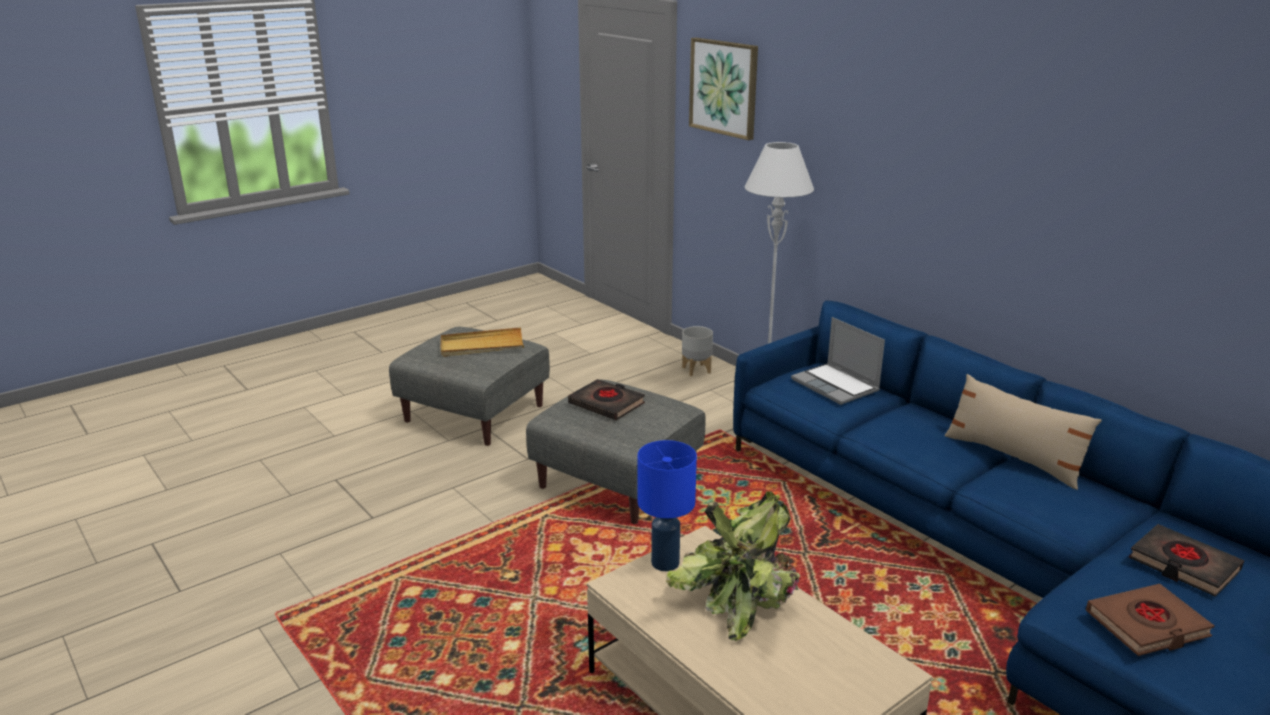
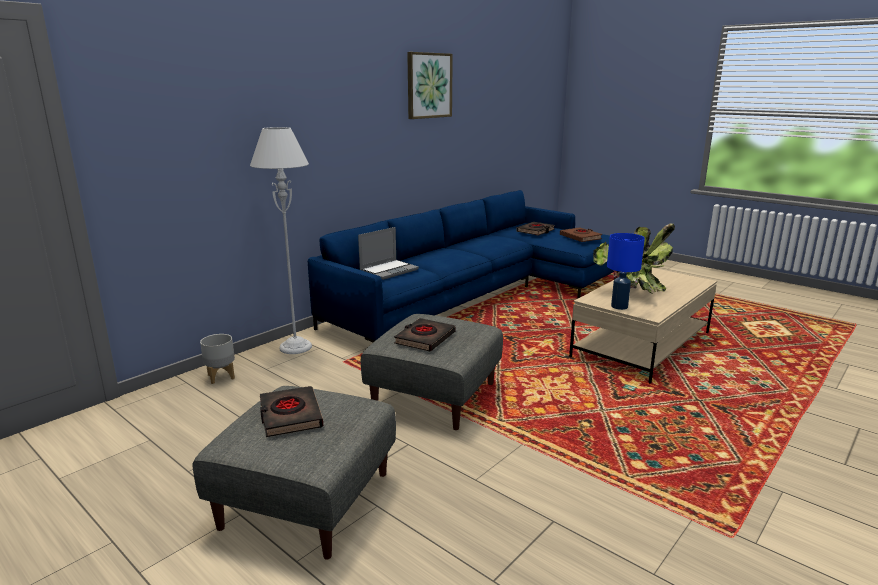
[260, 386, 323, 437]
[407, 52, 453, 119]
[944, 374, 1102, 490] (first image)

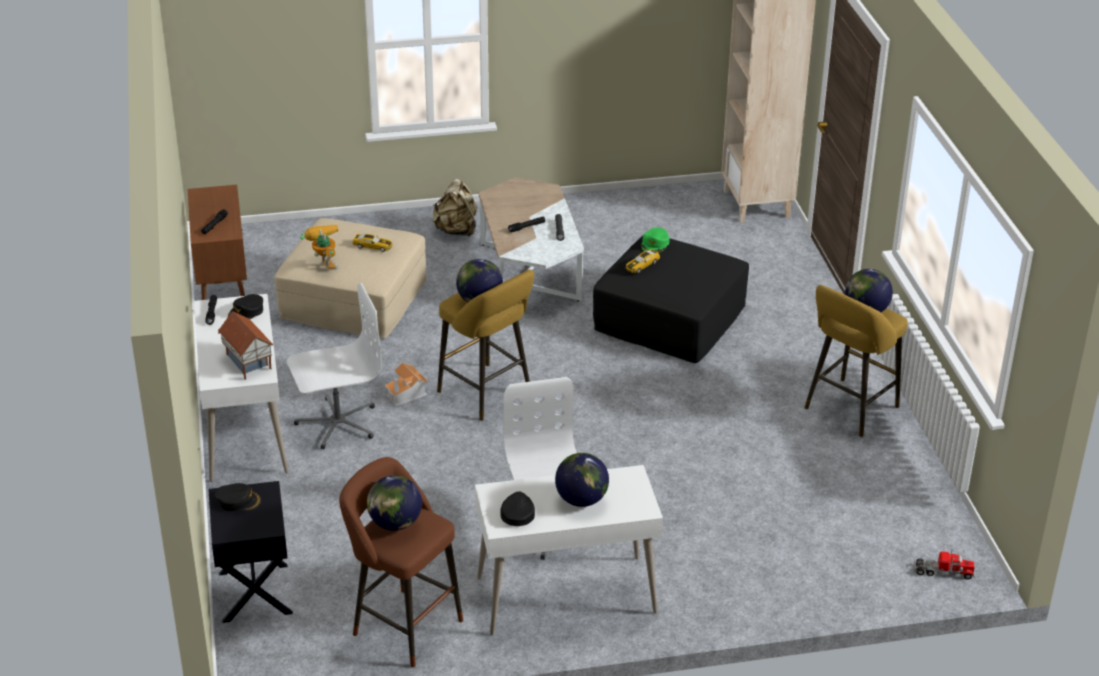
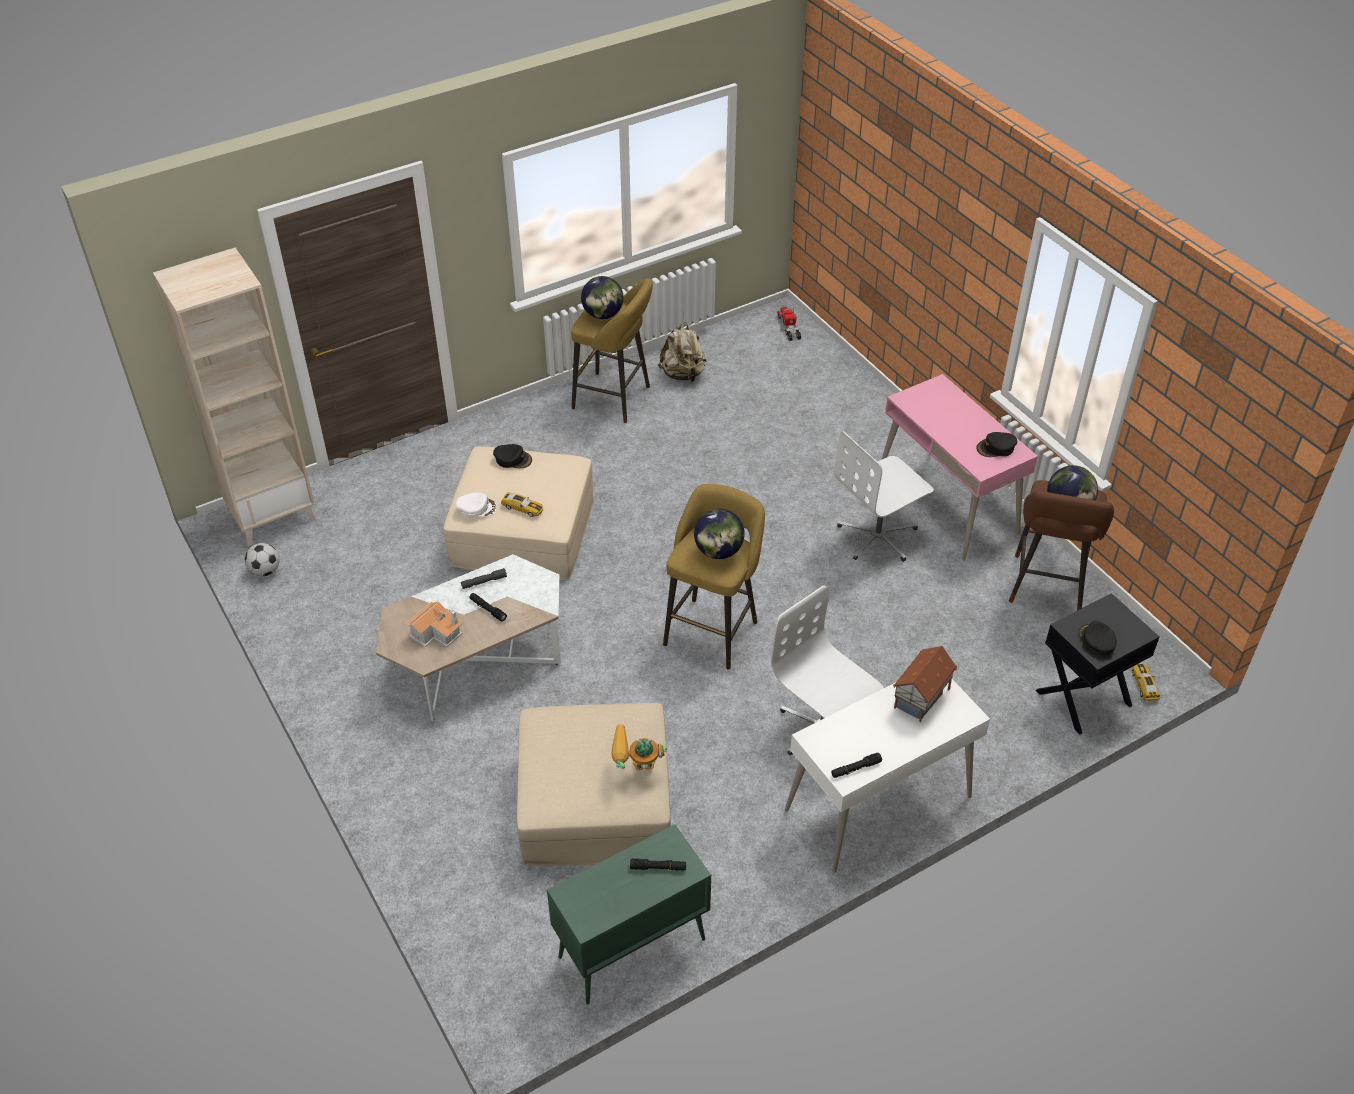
[245, 543, 279, 576]
[405, 601, 463, 647]
[443, 446, 594, 580]
[456, 492, 497, 518]
[493, 444, 532, 468]
[547, 824, 711, 1004]
[611, 724, 667, 770]
[658, 322, 707, 382]
[881, 374, 1038, 561]
[1132, 664, 1160, 701]
[555, 453, 609, 507] (first image)

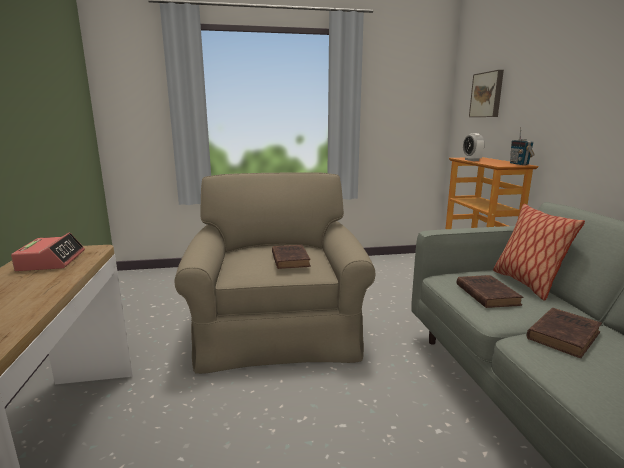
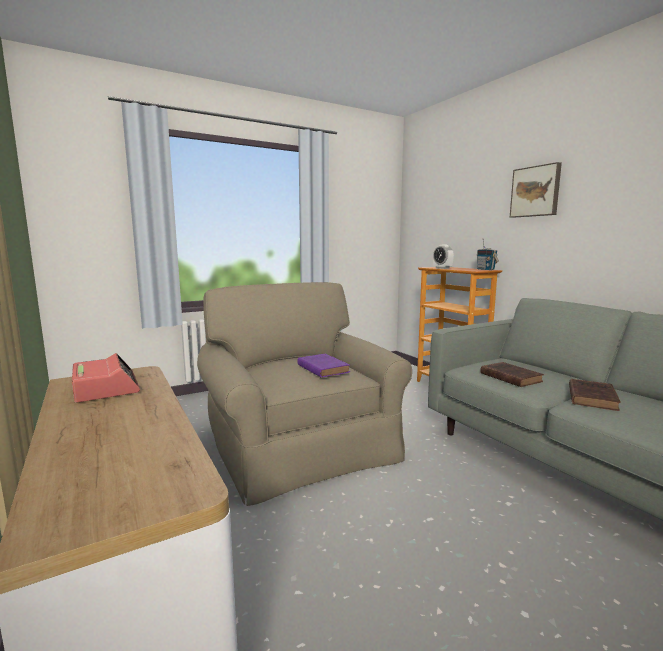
[297, 354, 350, 378]
[510, 162, 562, 218]
[493, 204, 585, 301] (first image)

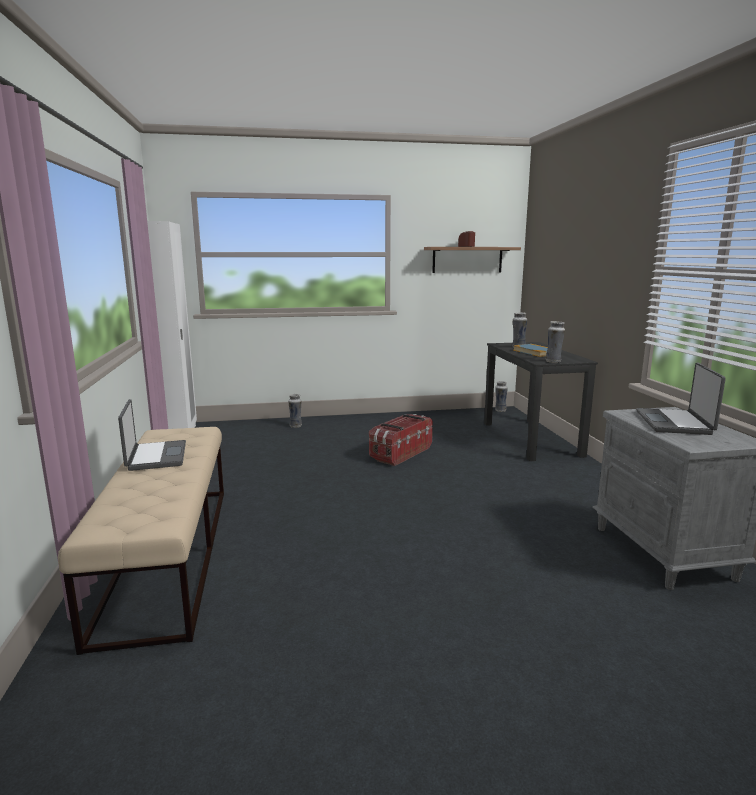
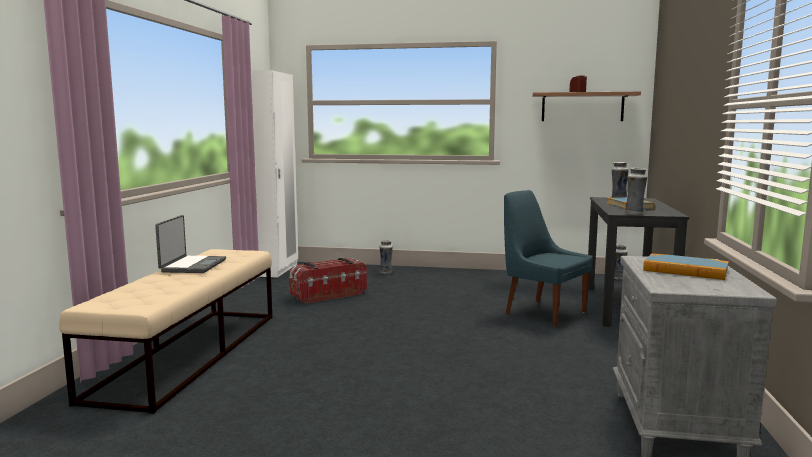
[289, 258, 367, 304]
[504, 190, 593, 327]
[643, 253, 729, 280]

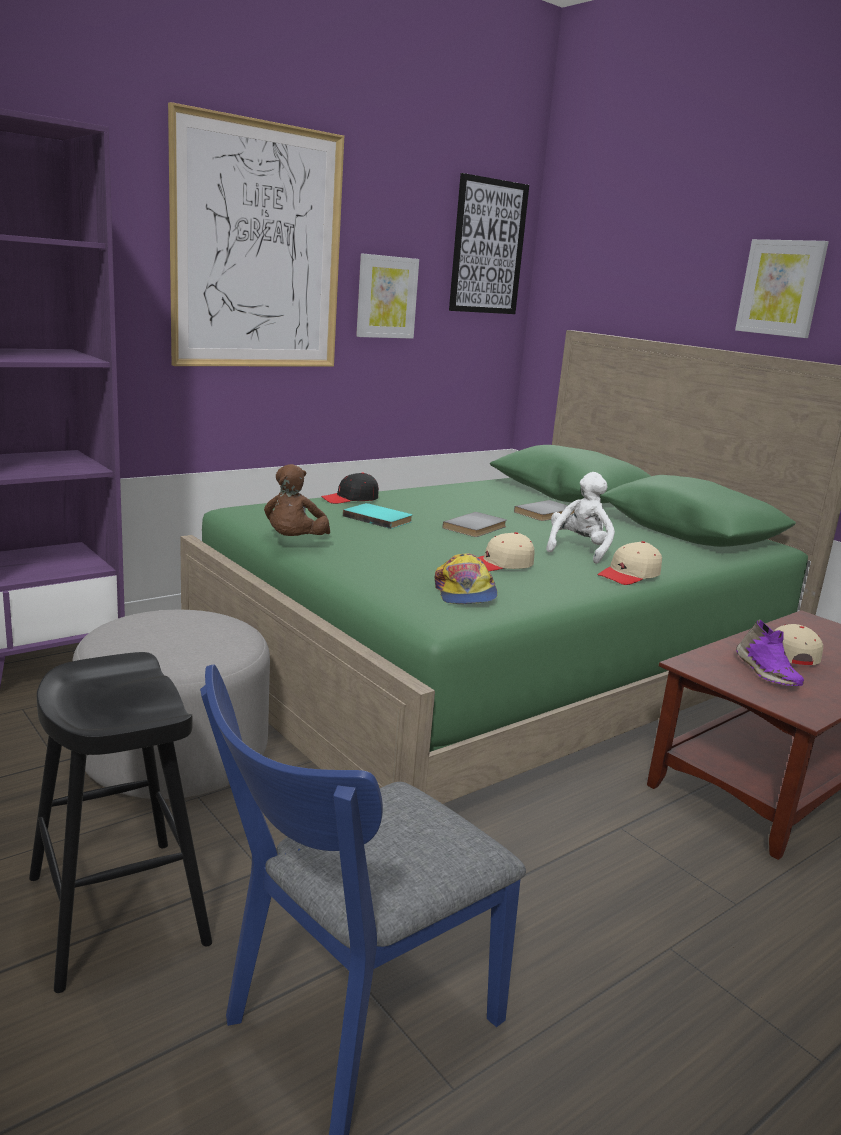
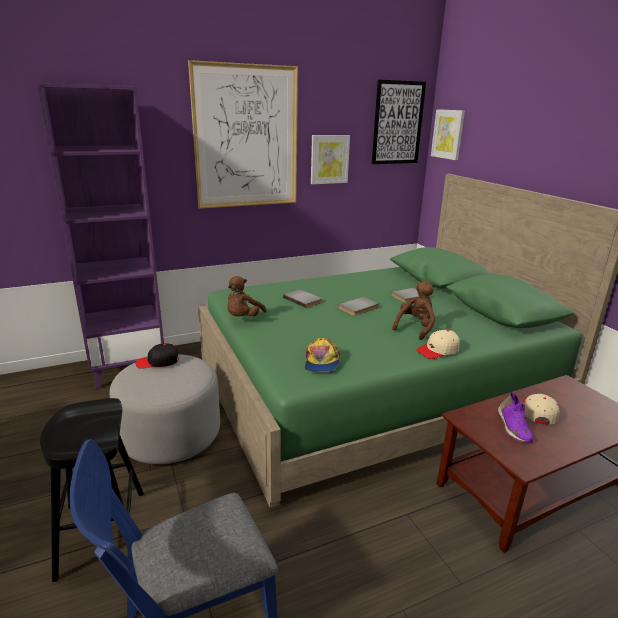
[135, 343, 179, 369]
[283, 289, 322, 308]
[392, 280, 435, 340]
[431, 109, 465, 160]
[478, 532, 535, 571] (first image)

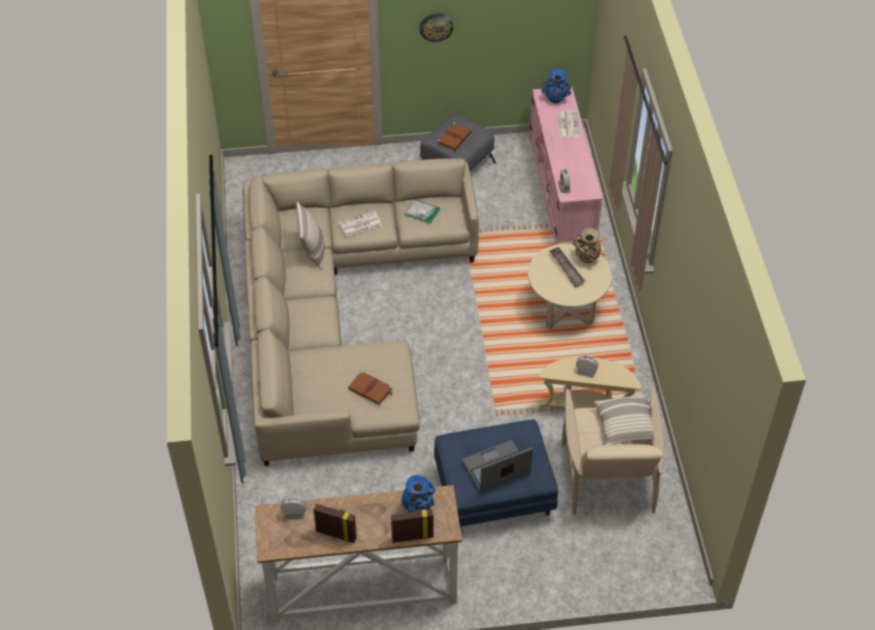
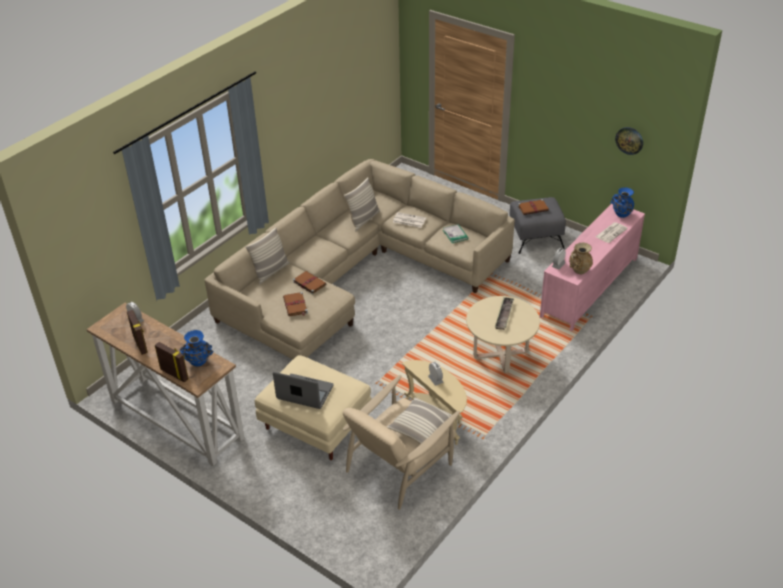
[245, 227, 290, 285]
[255, 355, 372, 460]
[293, 271, 327, 294]
[569, 242, 593, 274]
[615, 127, 643, 155]

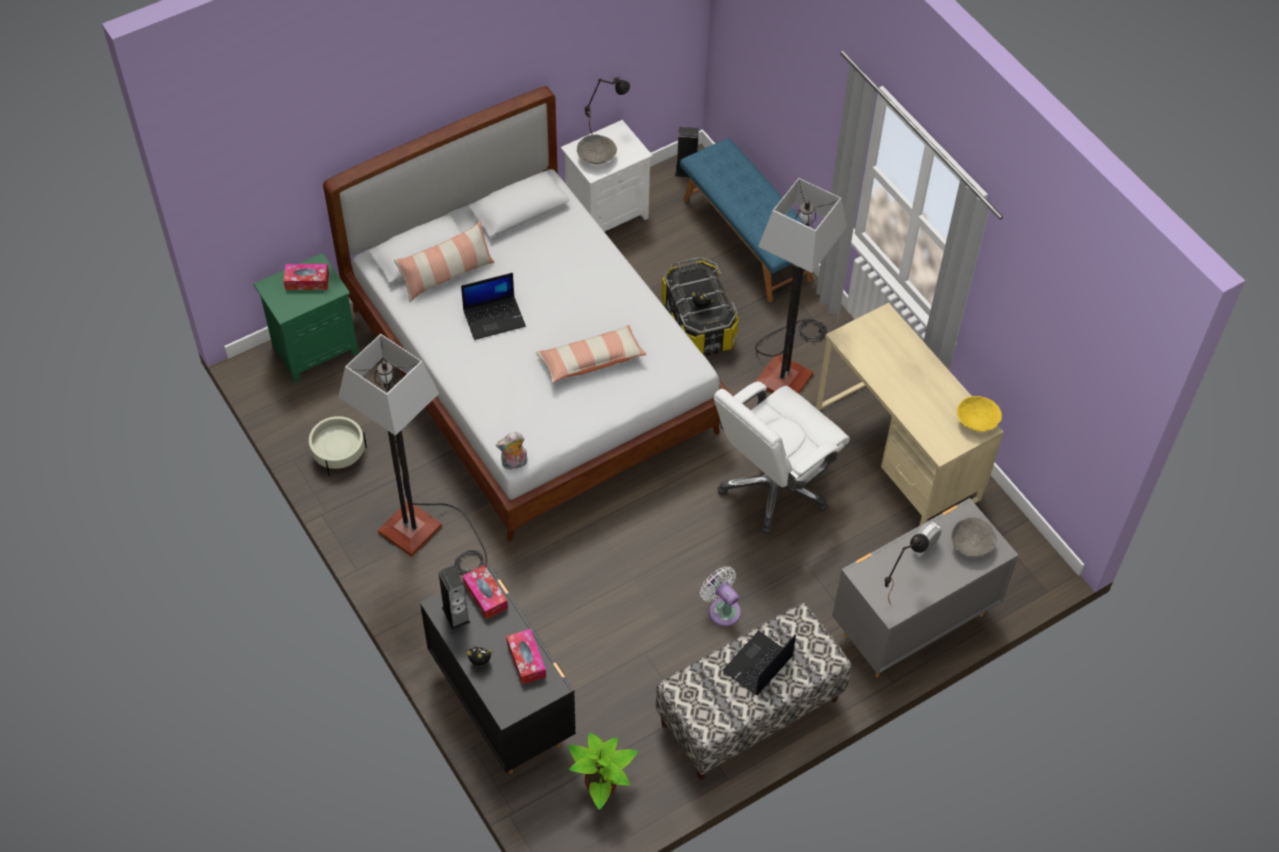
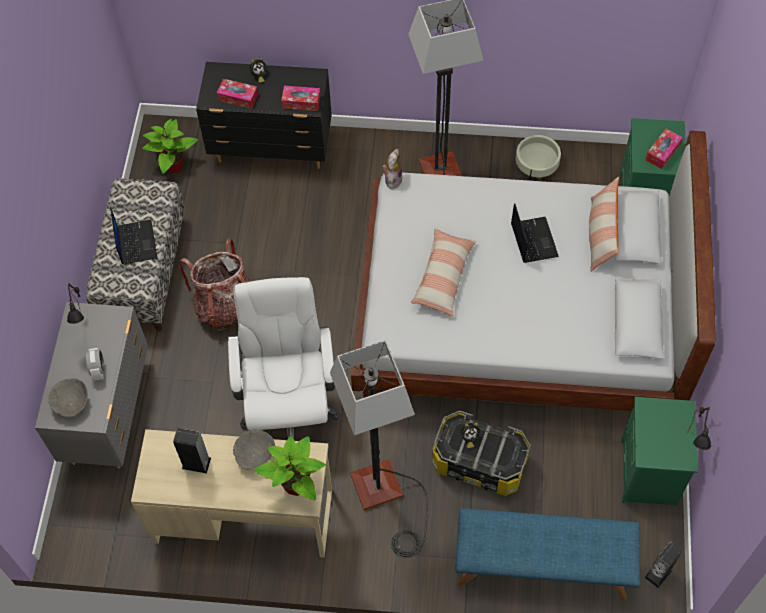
[173, 428, 211, 474]
[179, 238, 250, 331]
[233, 430, 275, 470]
[254, 436, 326, 500]
[511, 203, 559, 263]
[622, 397, 698, 505]
[957, 396, 1002, 431] (first image)

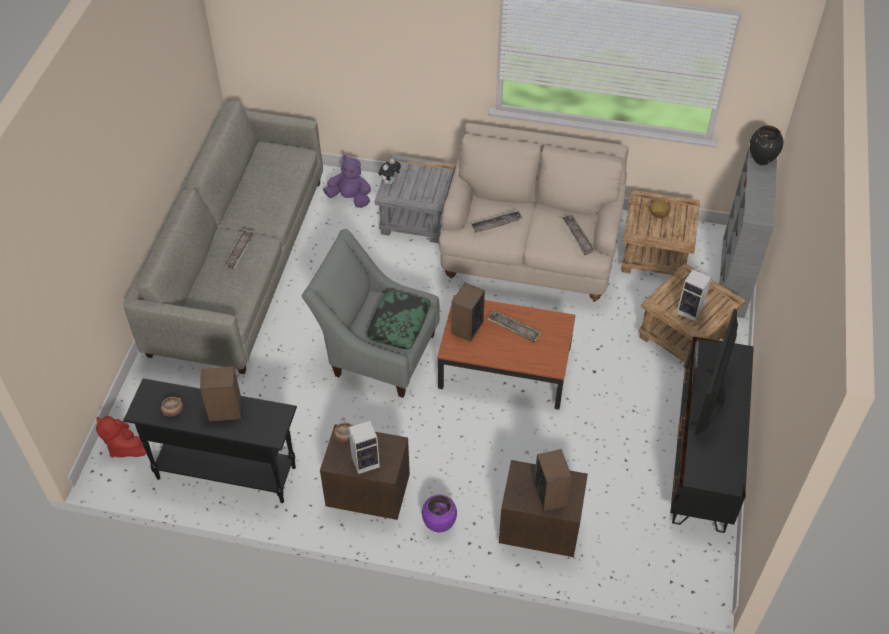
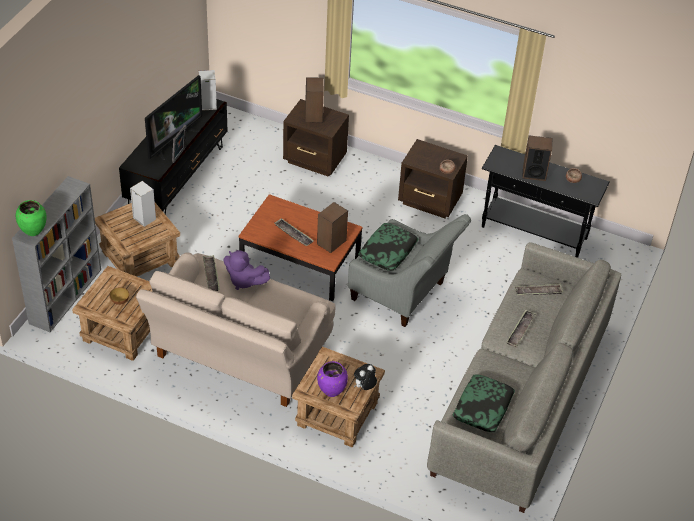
[16, 200, 46, 236]
[198, 70, 217, 111]
[223, 250, 270, 290]
[292, 347, 385, 448]
[317, 361, 348, 397]
[453, 374, 515, 432]
[515, 283, 563, 295]
[96, 416, 146, 458] (first image)

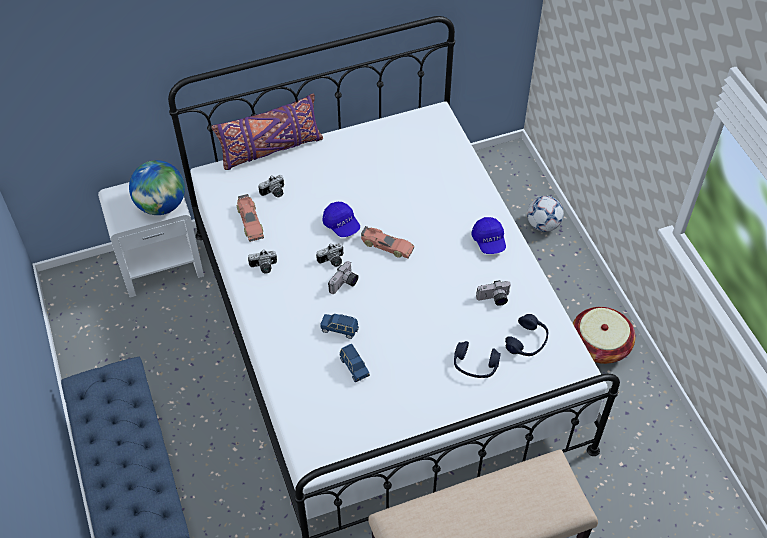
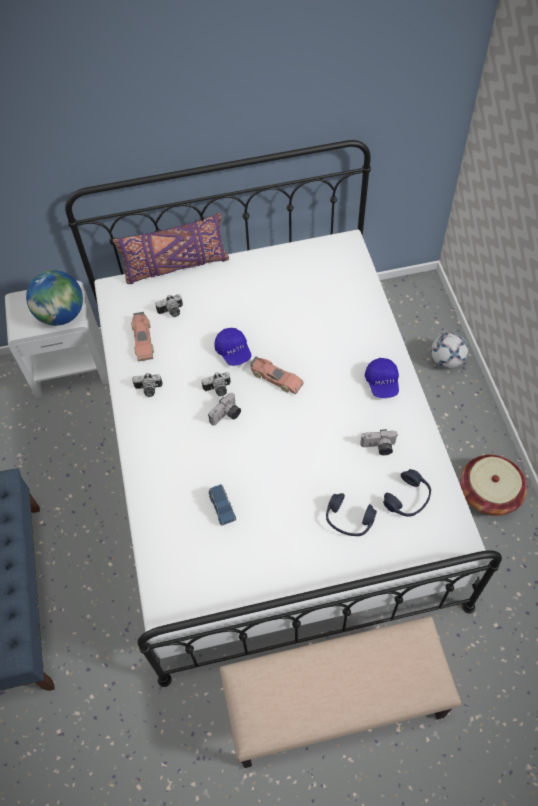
[320, 314, 359, 339] (first image)

